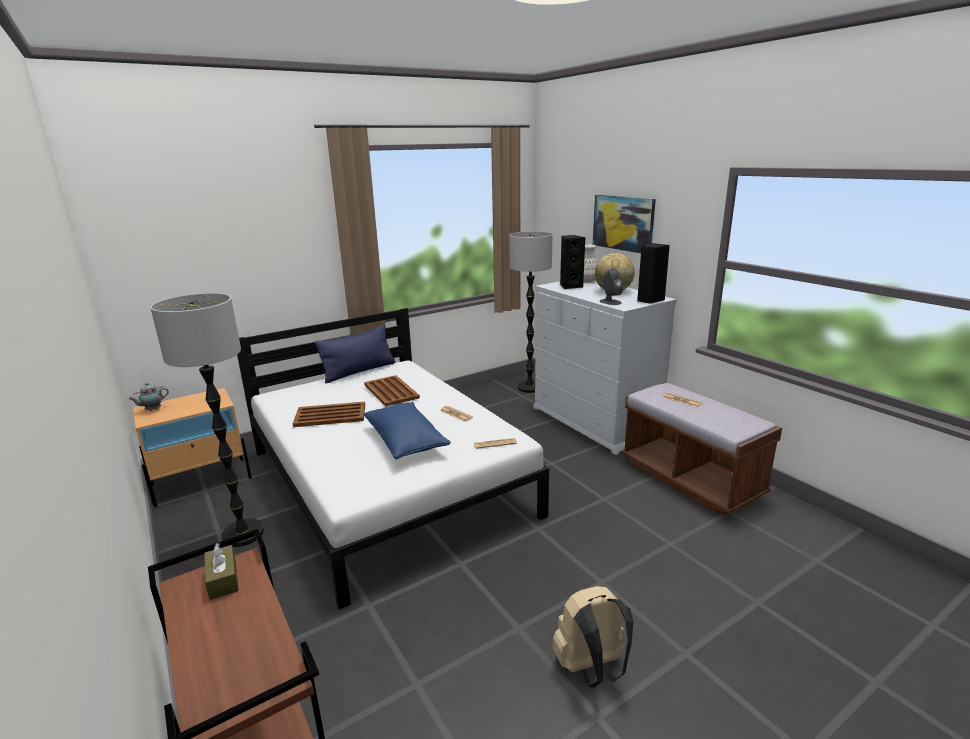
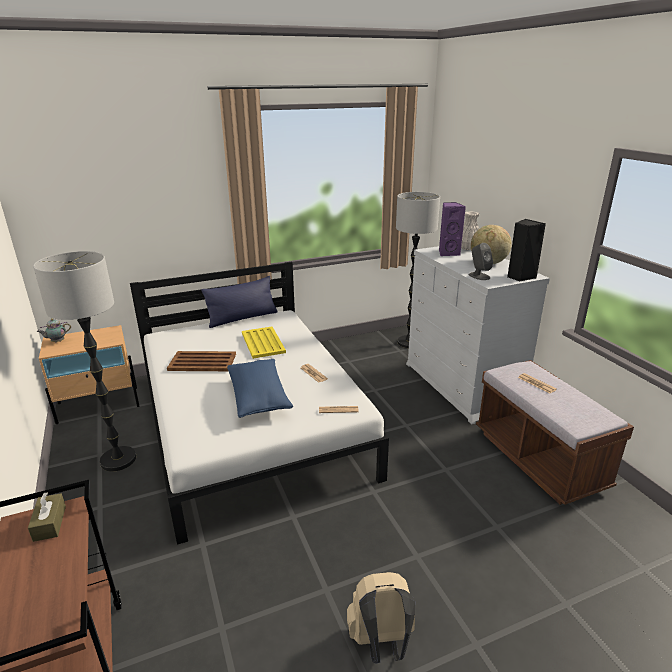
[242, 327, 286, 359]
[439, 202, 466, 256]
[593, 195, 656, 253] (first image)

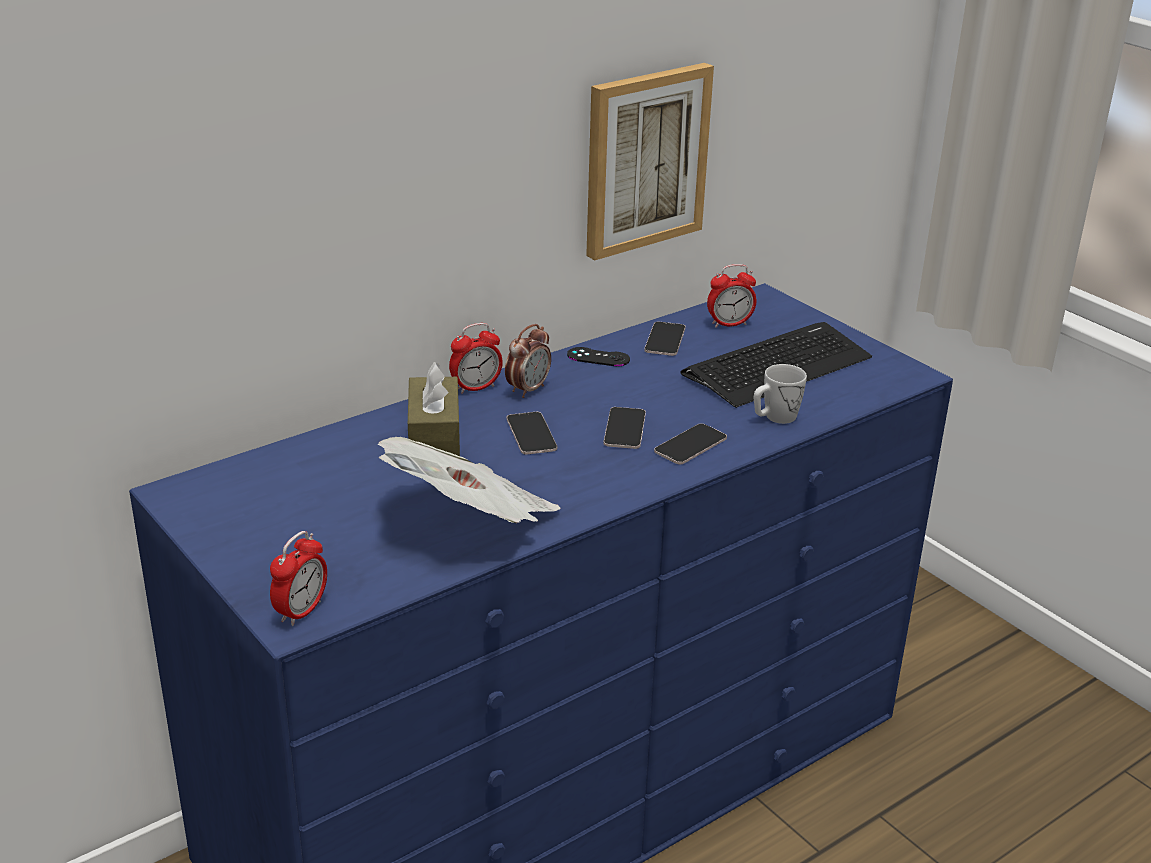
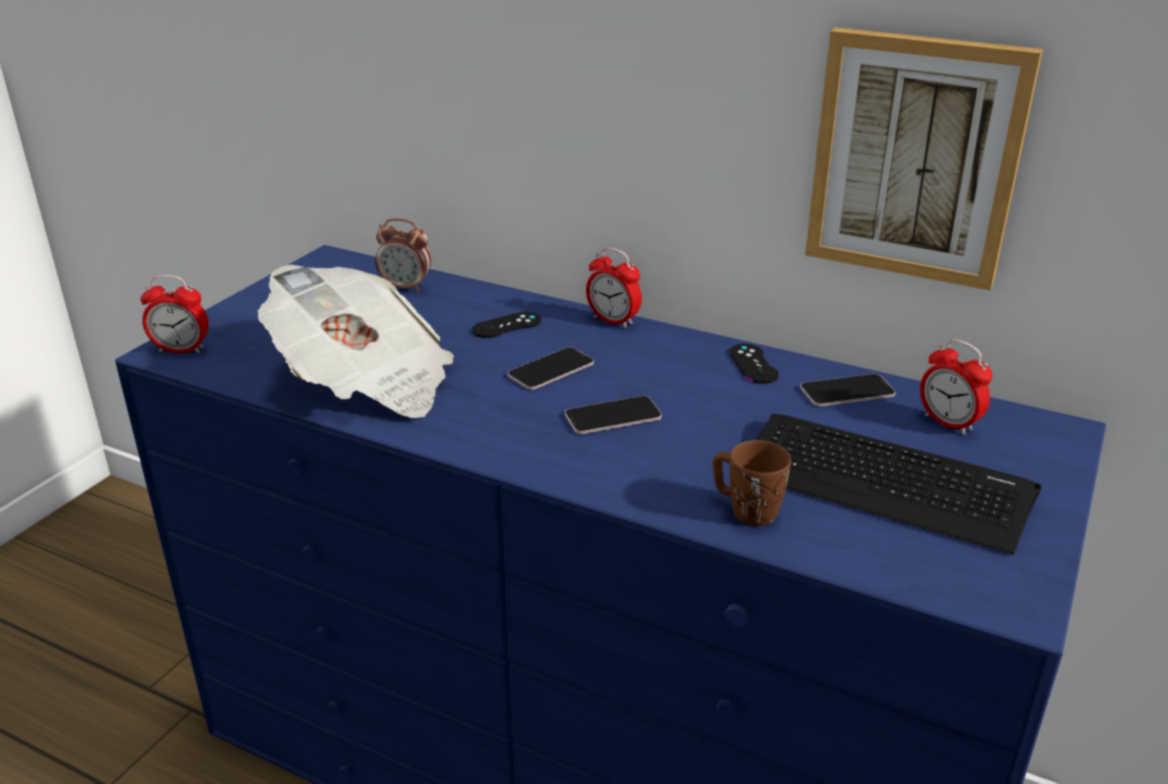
[375, 218, 431, 292]
[472, 312, 541, 338]
[713, 440, 791, 526]
[654, 423, 727, 464] (first image)

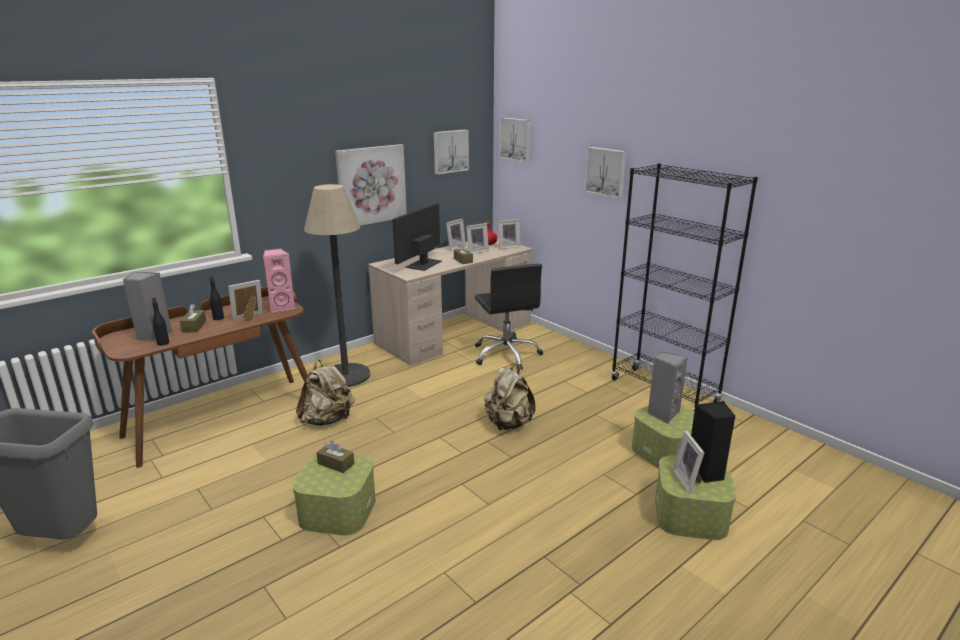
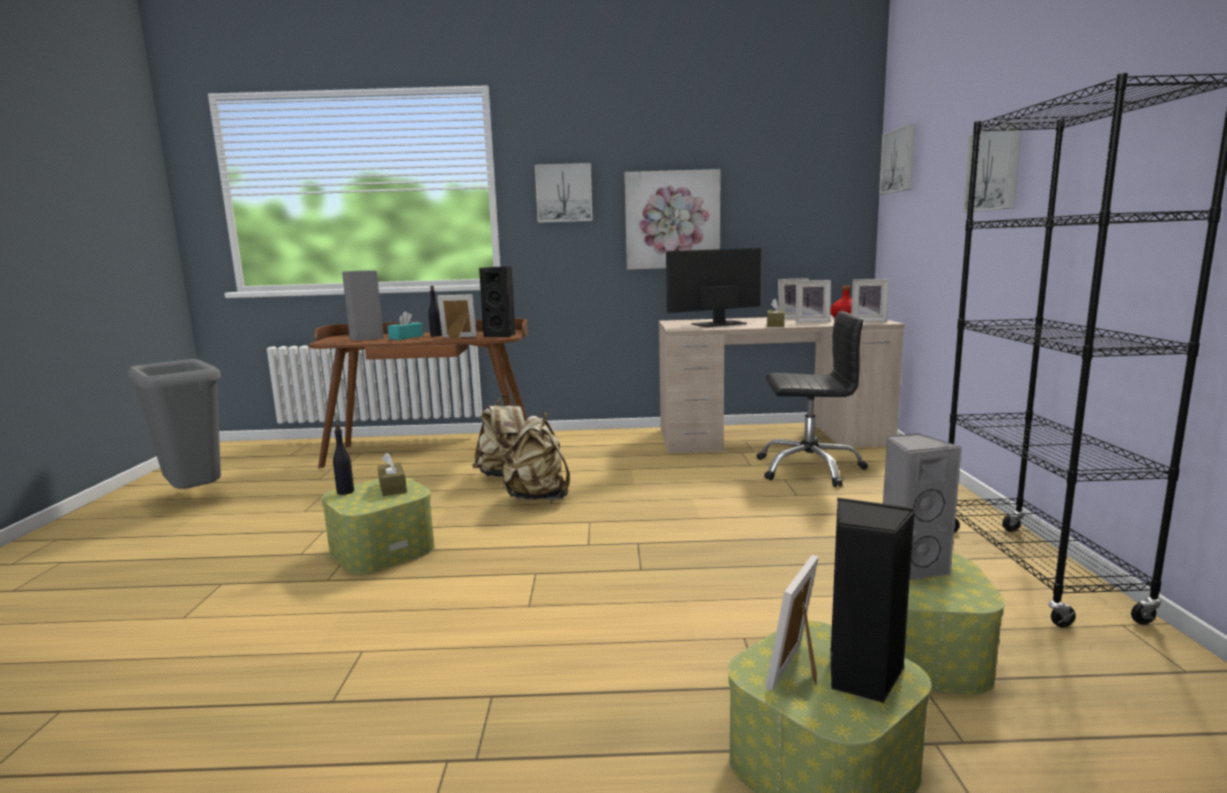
[333, 423, 354, 495]
[388, 311, 424, 340]
[479, 266, 515, 337]
[502, 412, 570, 500]
[535, 163, 593, 223]
[757, 311, 868, 487]
[304, 184, 370, 387] (first image)

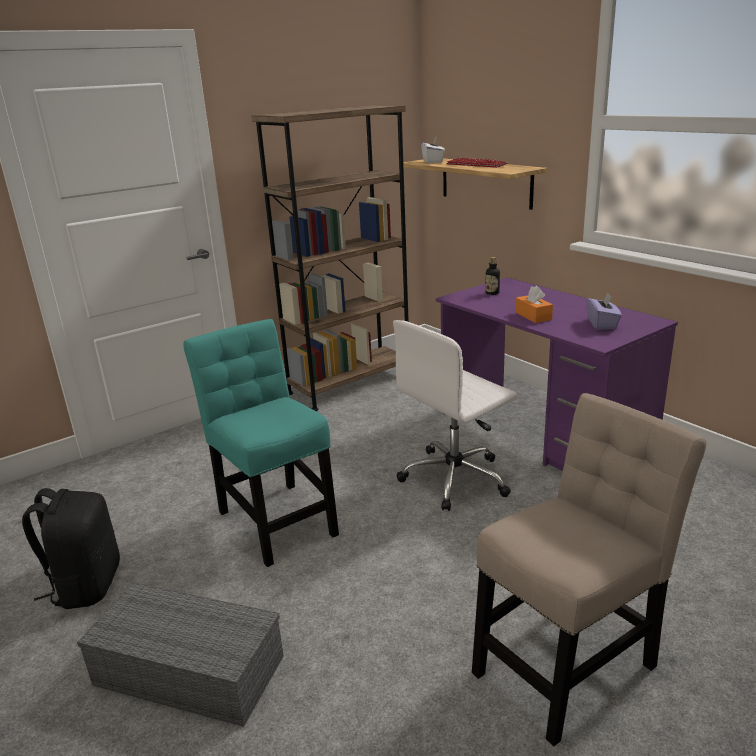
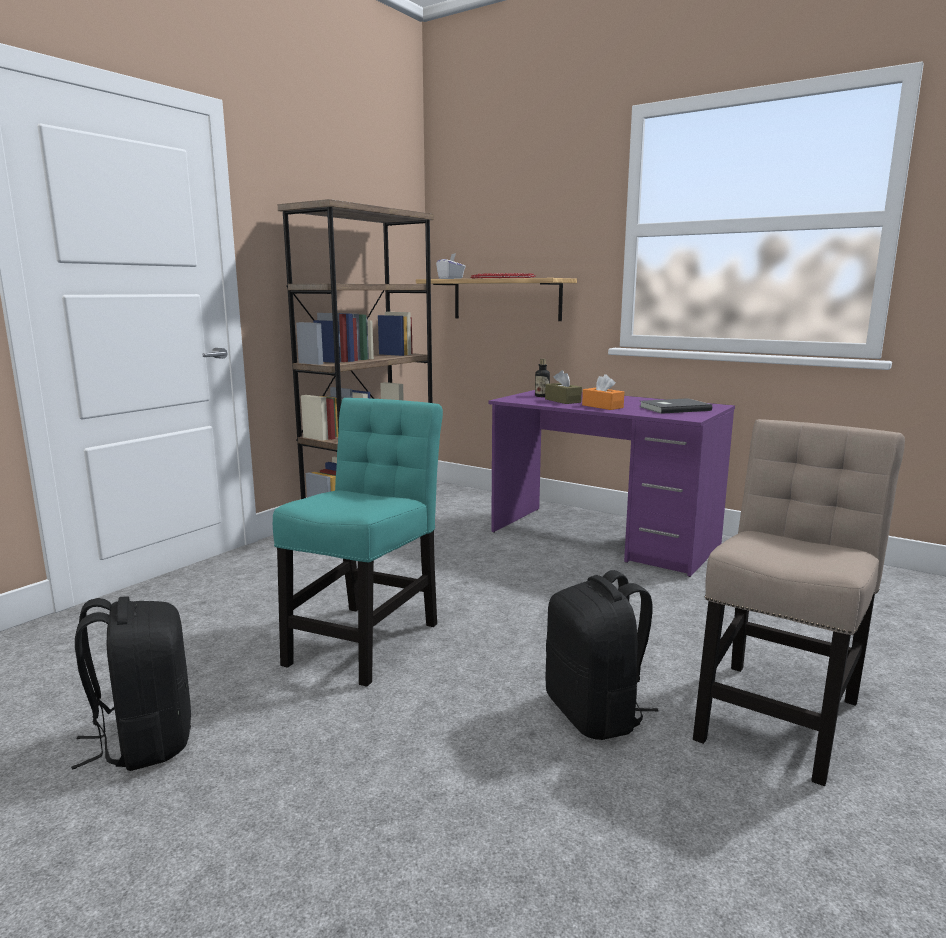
[273, 398, 443, 687]
[545, 370, 582, 404]
[545, 570, 659, 740]
[639, 398, 712, 414]
[77, 582, 284, 727] (first image)
[393, 320, 517, 511] (first image)

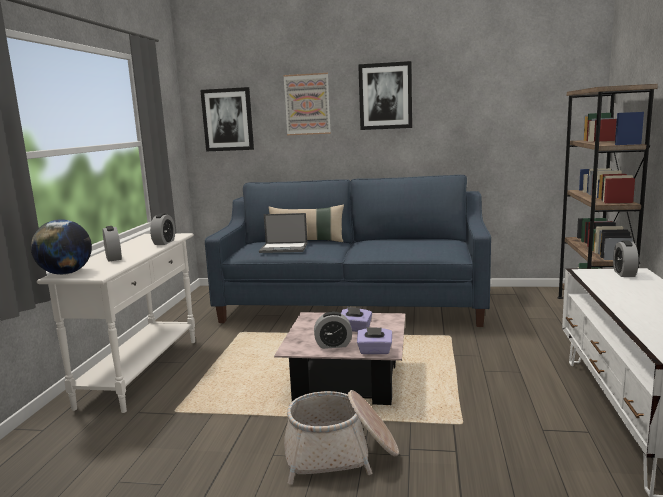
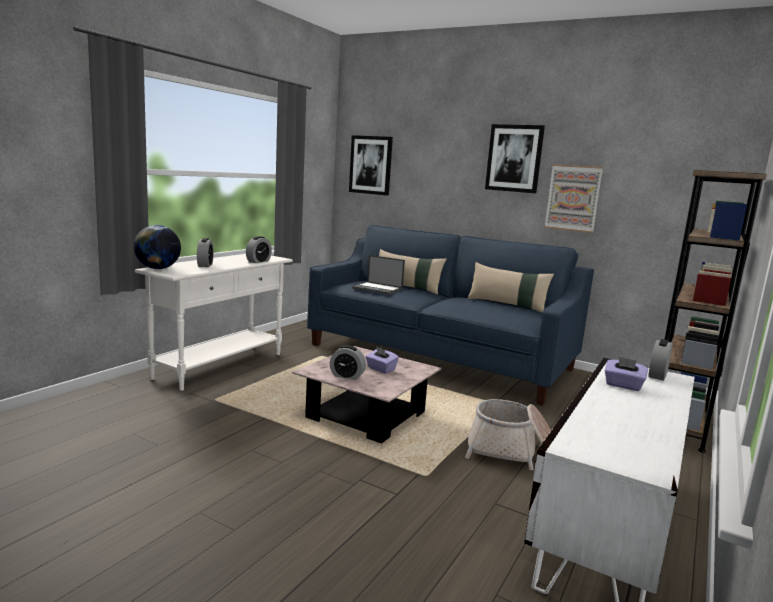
[465, 399, 551, 470]
[467, 262, 554, 313]
[545, 164, 603, 233]
[605, 357, 648, 391]

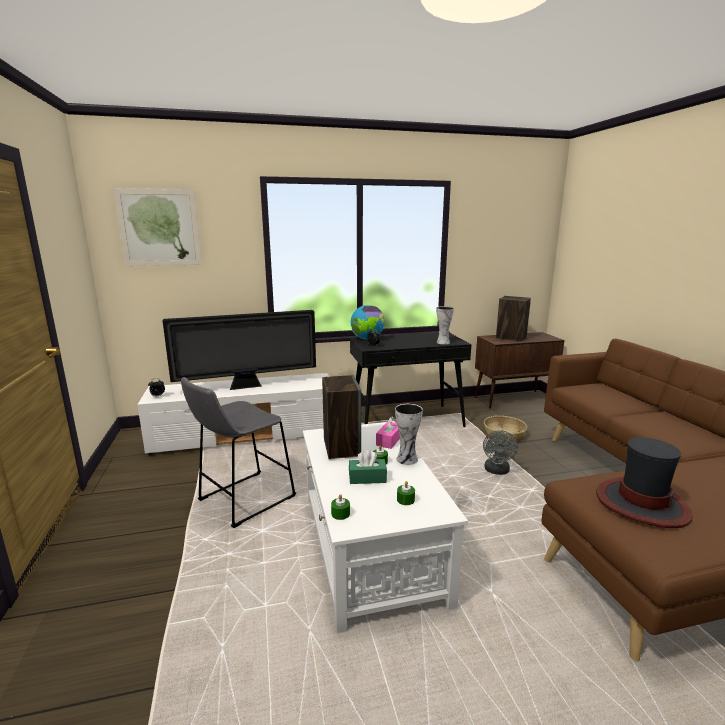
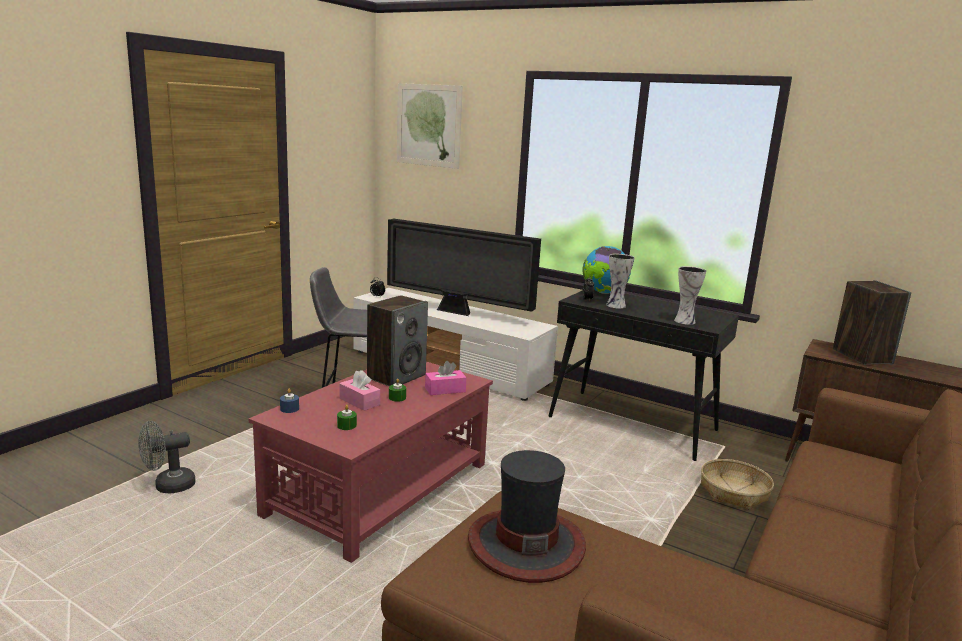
[138, 421, 196, 493]
[249, 362, 493, 563]
[280, 389, 299, 413]
[340, 370, 380, 411]
[606, 254, 635, 309]

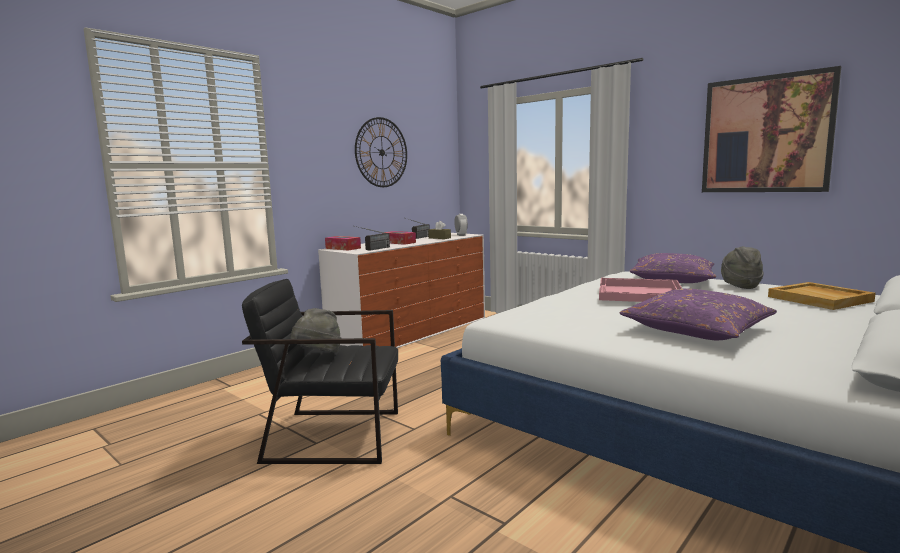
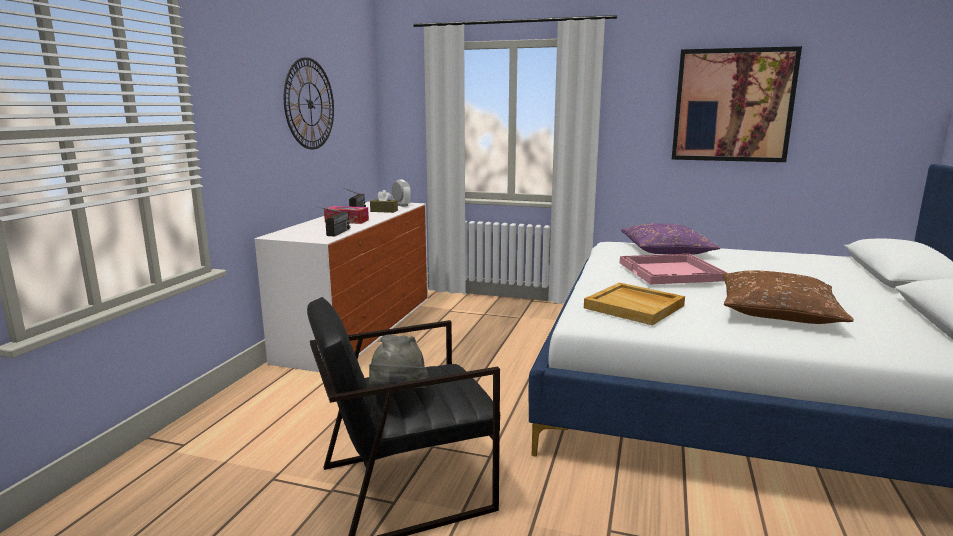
[584, 283, 685, 325]
[722, 270, 854, 324]
[325, 236, 361, 251] (first image)
[721, 246, 763, 289] (first image)

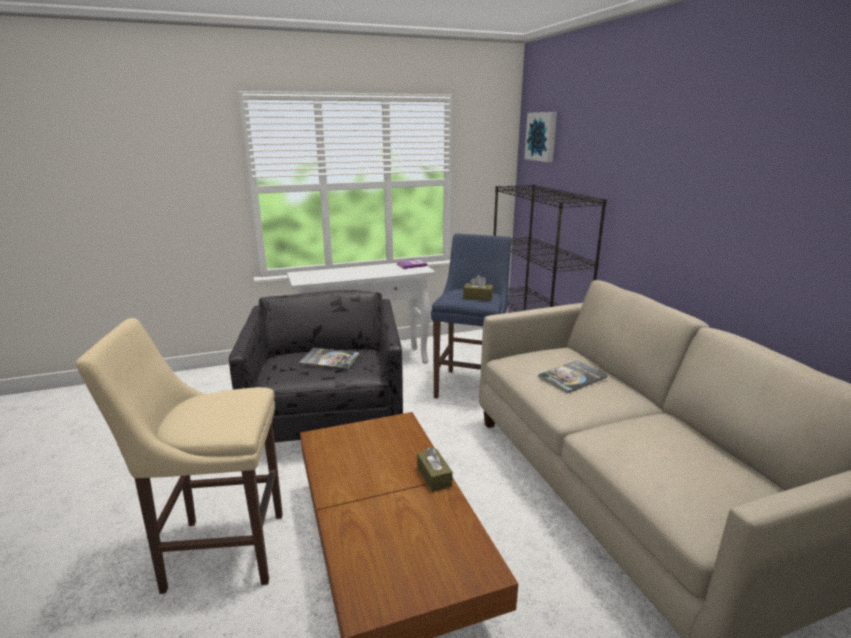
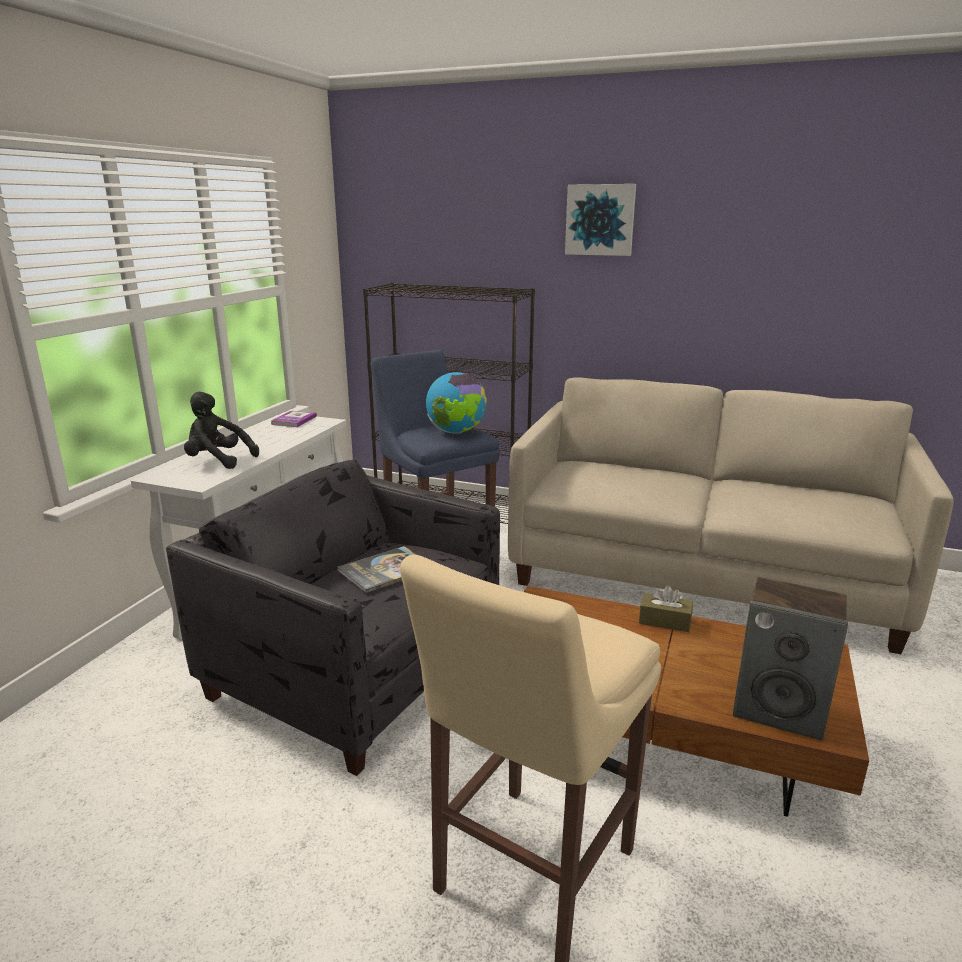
[184, 392, 259, 469]
[426, 372, 487, 434]
[565, 184, 636, 256]
[733, 577, 848, 741]
[538, 361, 607, 393] (first image)

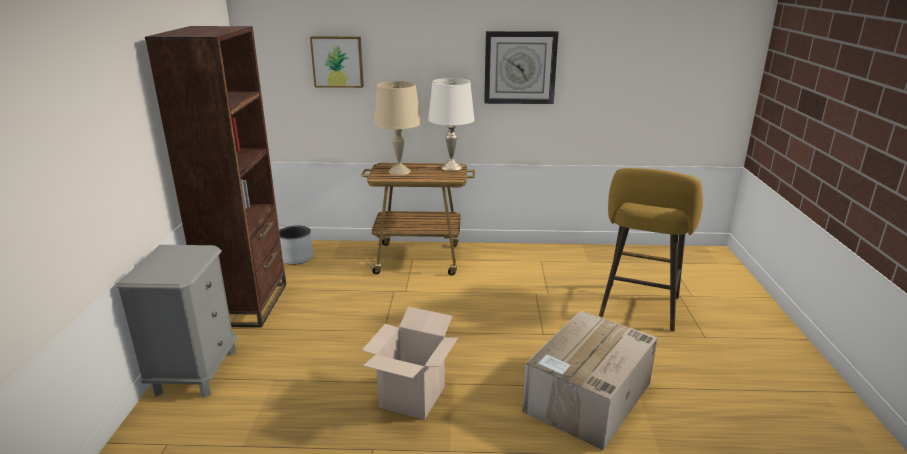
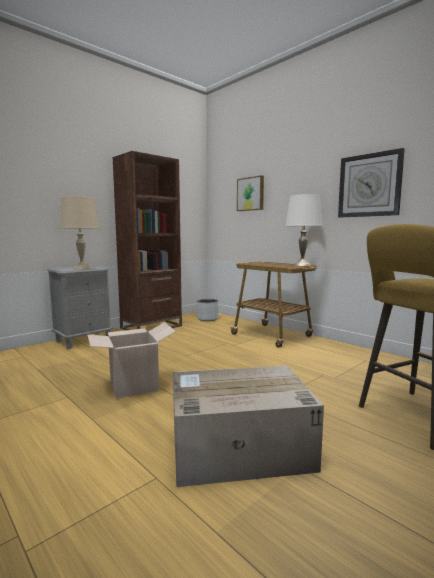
[60, 196, 99, 269]

